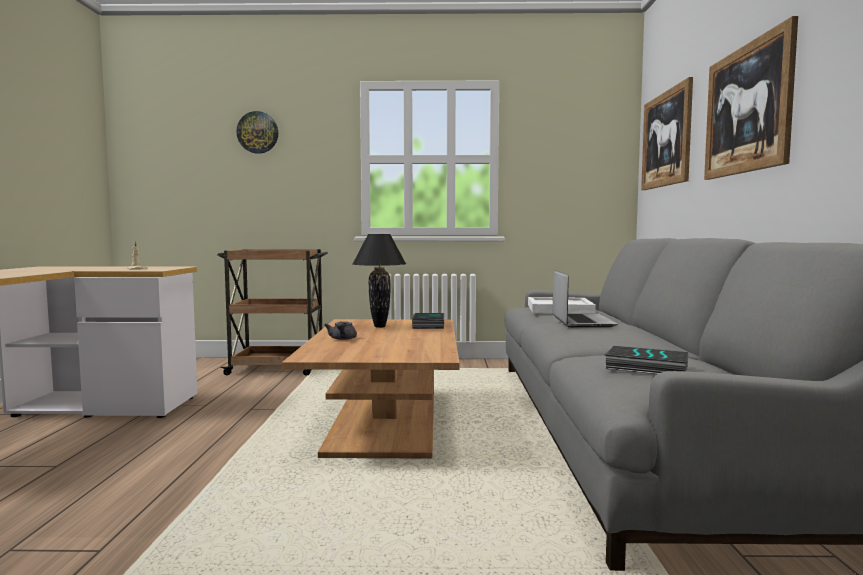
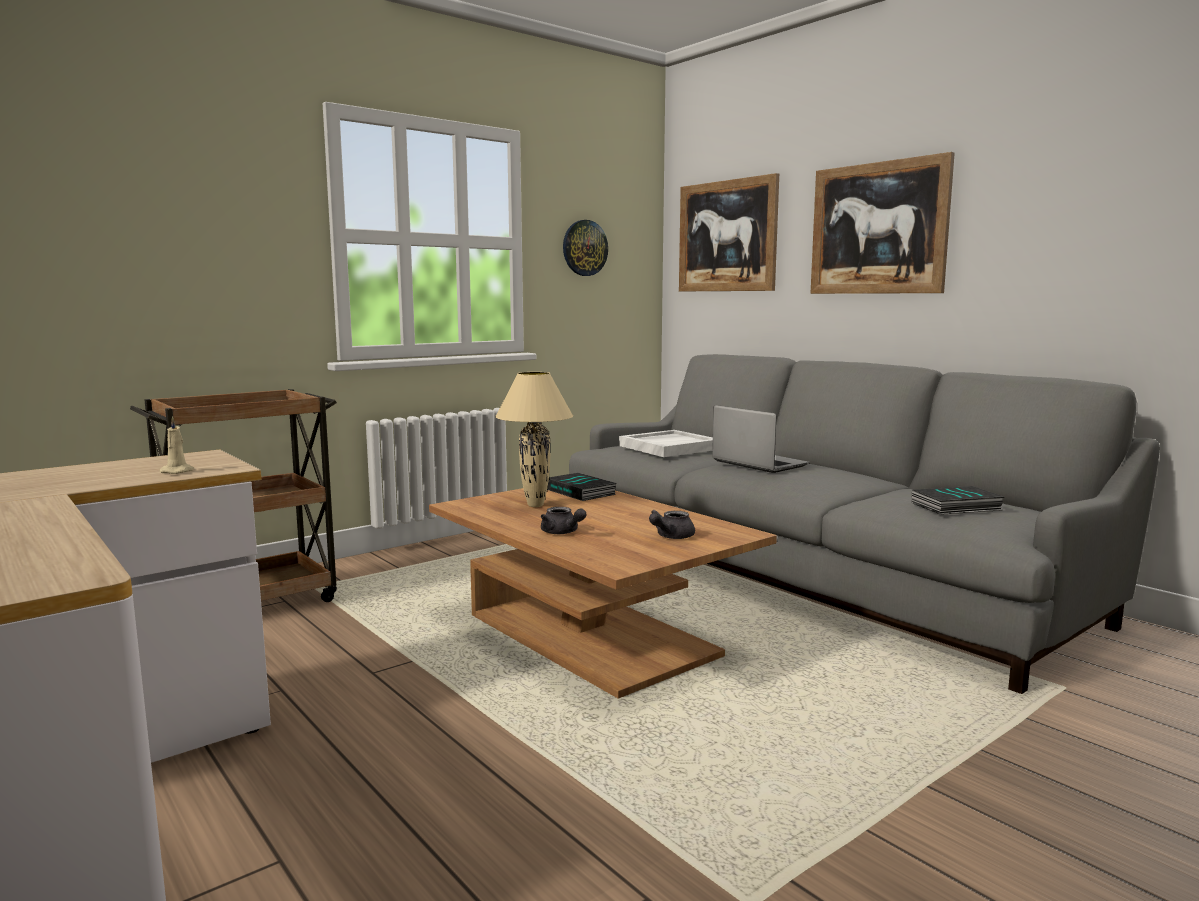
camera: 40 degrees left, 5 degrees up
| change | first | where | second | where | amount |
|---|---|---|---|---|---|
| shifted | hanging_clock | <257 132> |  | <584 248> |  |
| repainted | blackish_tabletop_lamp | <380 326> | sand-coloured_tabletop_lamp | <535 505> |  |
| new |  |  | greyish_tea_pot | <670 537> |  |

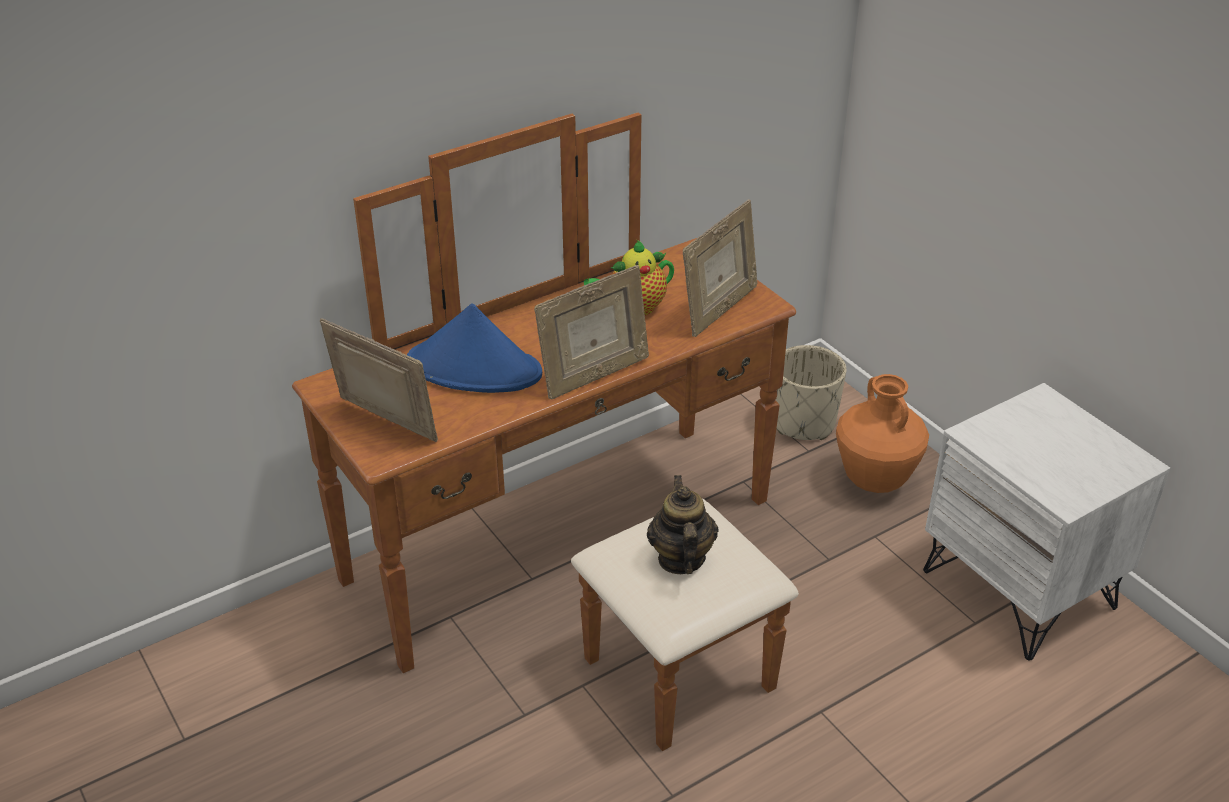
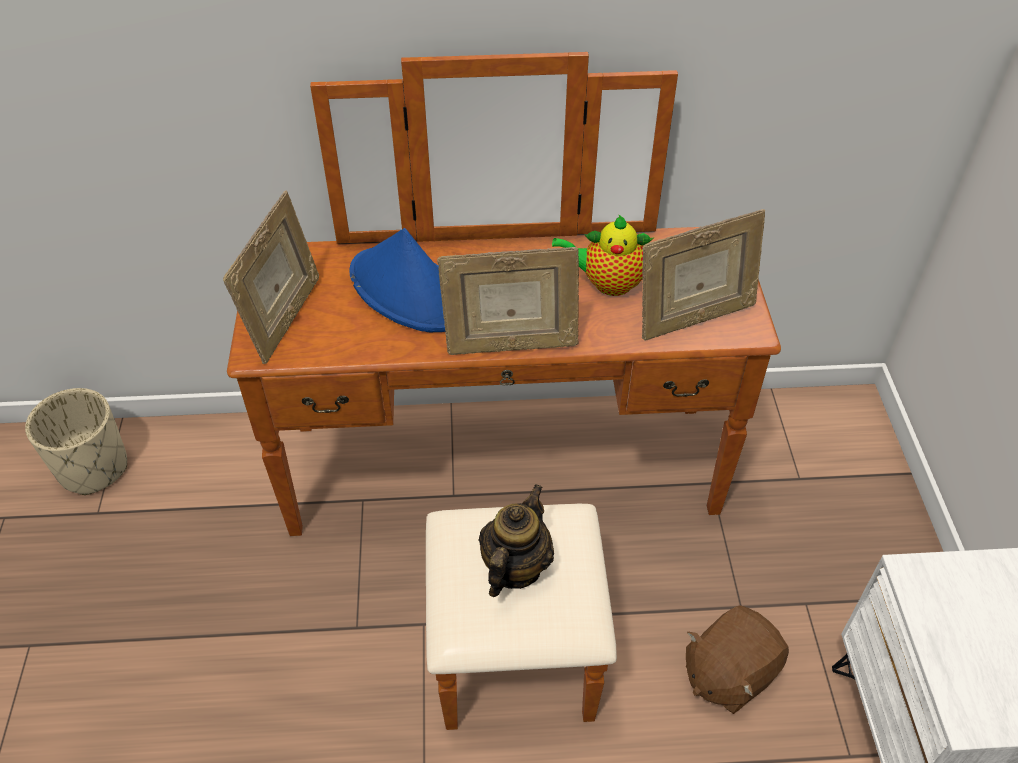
camera: 30 degrees right, 10 degrees up
| change | first | where | second | where | amount |
|---|---|---|---|---|---|
| rotated | standing_frame | <385 425> |  | <285 320> | 45 degrees clockwise |
| shifted | sand-coloured_plant_pot | <804 423> |  | <94 468> |  |
| gone | orange-coloured_decorative_vase | <874 480> |  |  |  |
| new |  |  | brown-coloured_soft_toy | <728 672> |  |

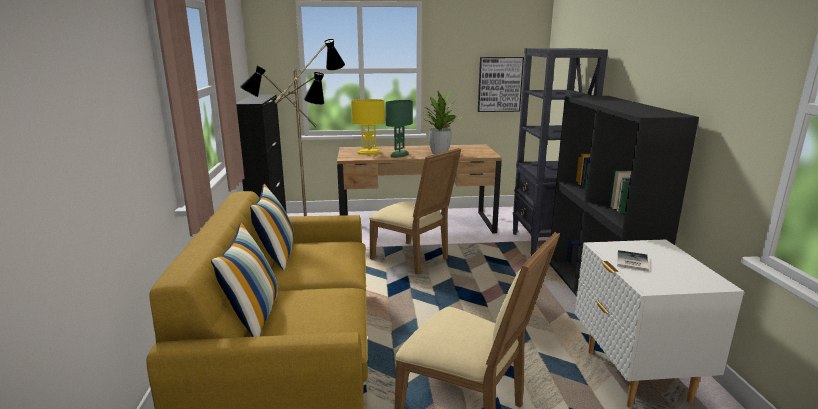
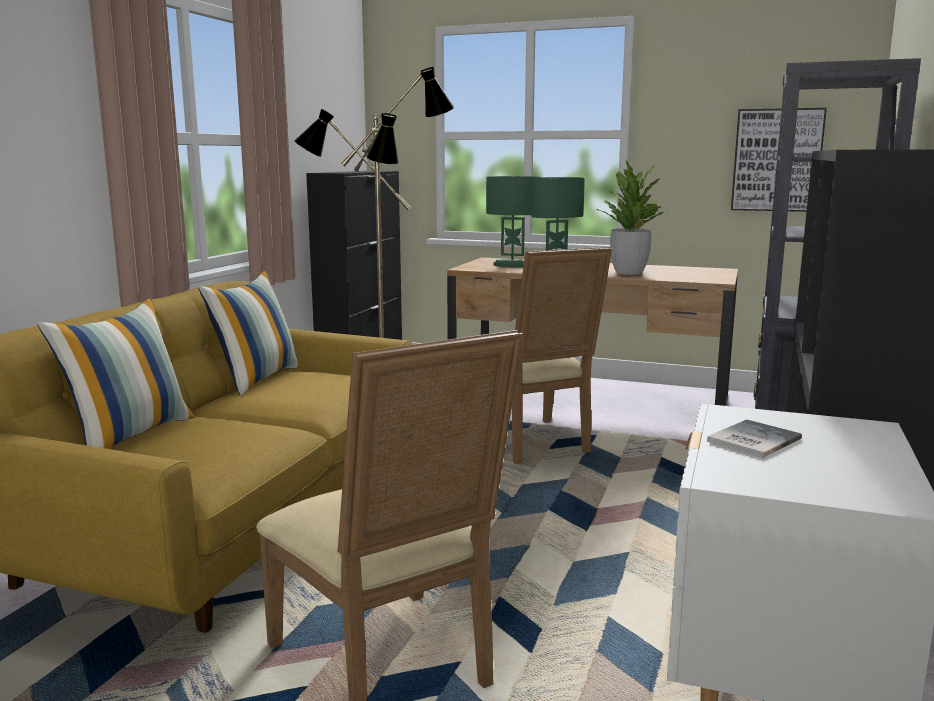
camera: 25 degrees right, 5 degrees down
| change | first | where | second | where | amount |
|---|---|---|---|---|---|
| repainted | yellow-coloured_tabletop_lamp | <369 153> | green_tabletop_lamp | <512 265> |  |

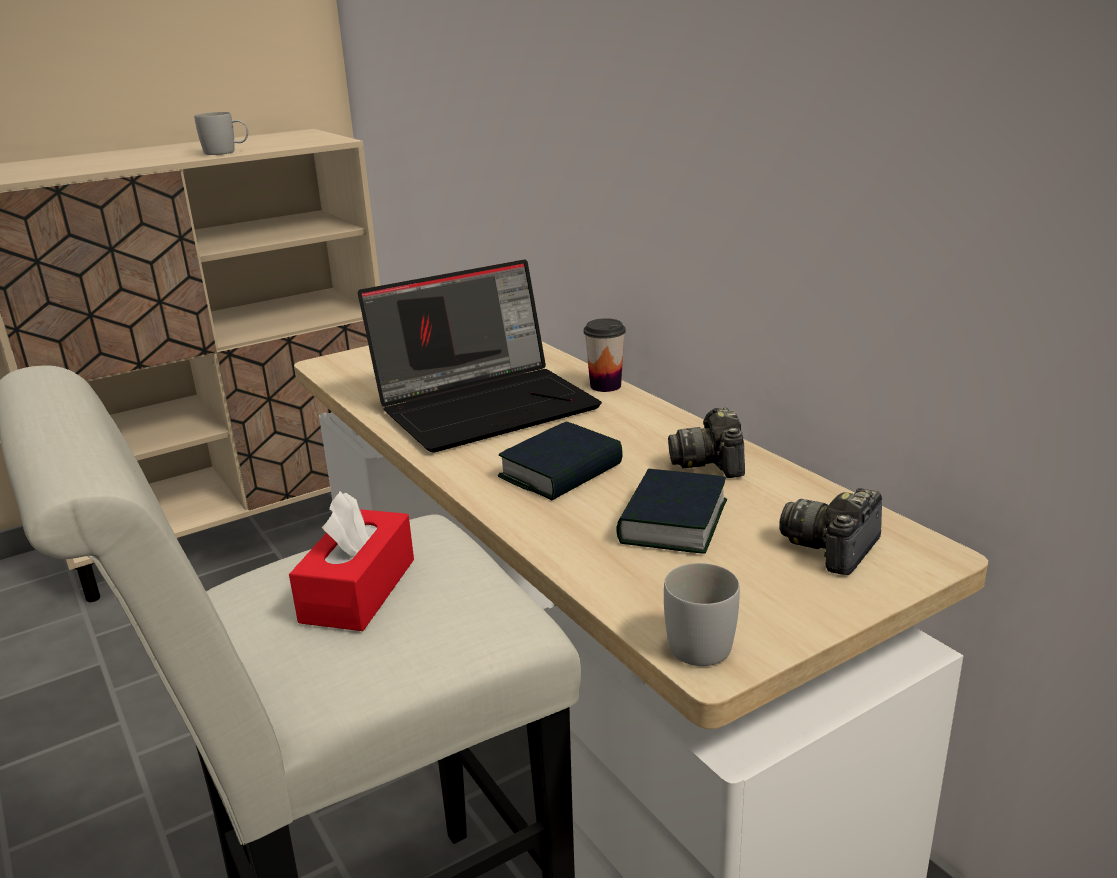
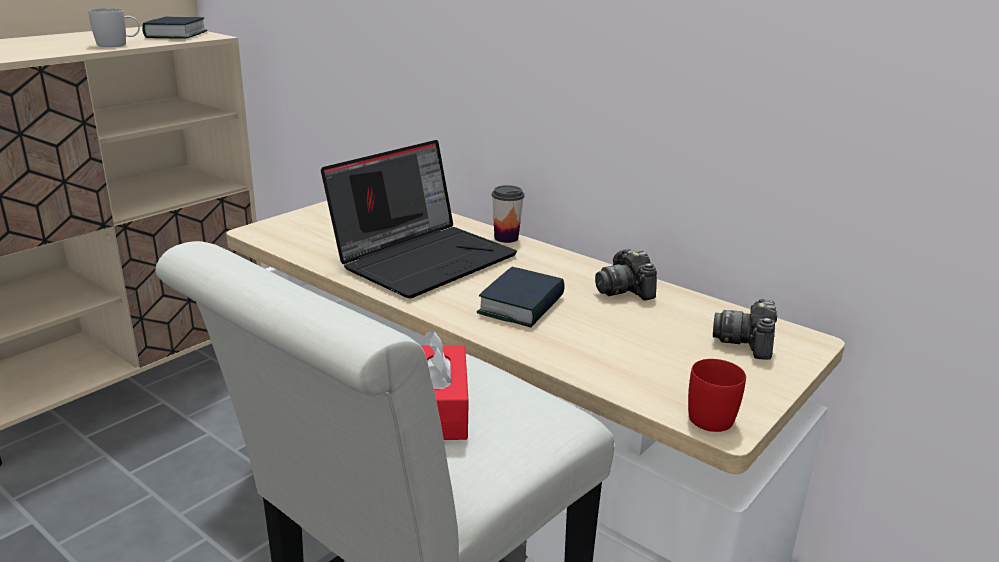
camera: 20 degrees left, 0 degrees up
| change | first | where | second | where | amount |
|---|---|---|---|---|---|
| shifted | book | <672 522> |  | <176 35> |  |
| repainted | whitish_mug | <702 639> | red-coloured_mug | <708 413> |  |

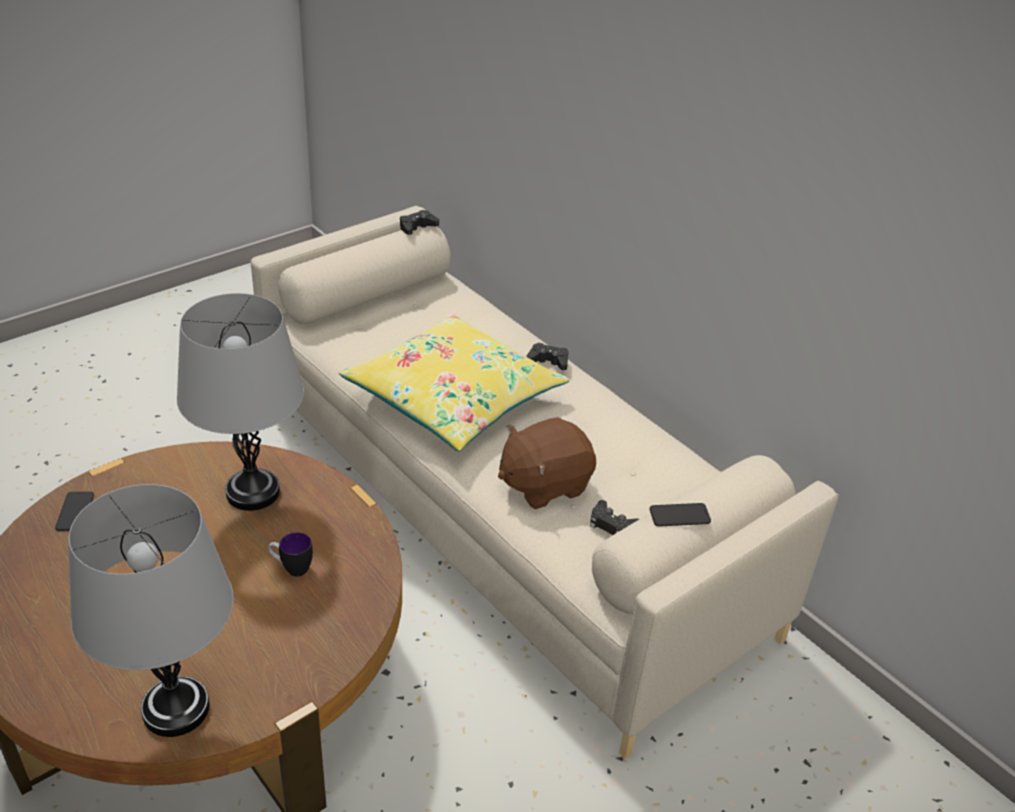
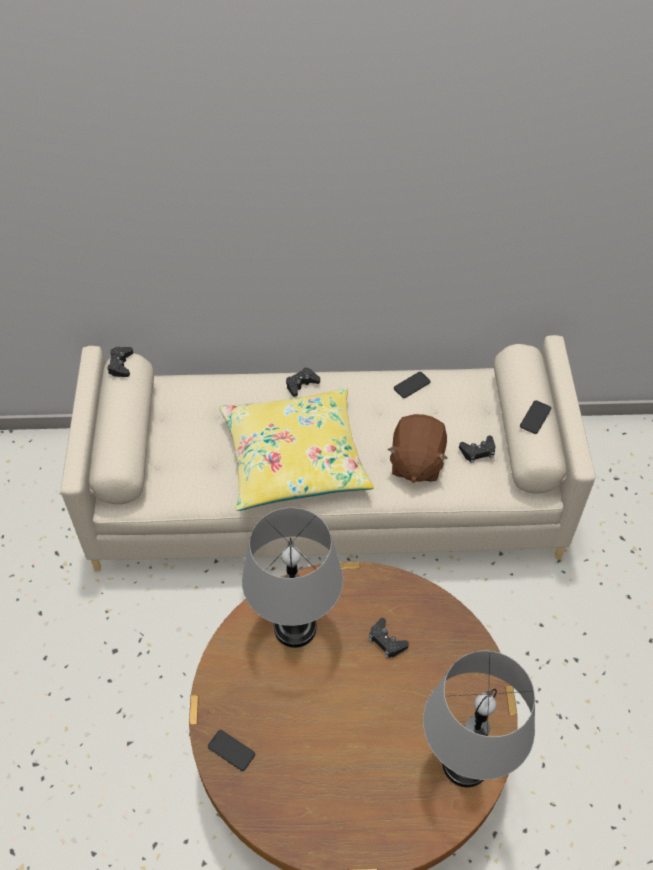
camera: 50 degrees left, 15 degrees up
| change | first | where | second | where | amount |
|---|---|---|---|---|---|
| swapped | mug | <291 568> | blackish_joypad | <386 641> |  |
| new |  |  | telephone | <412 385> |  |

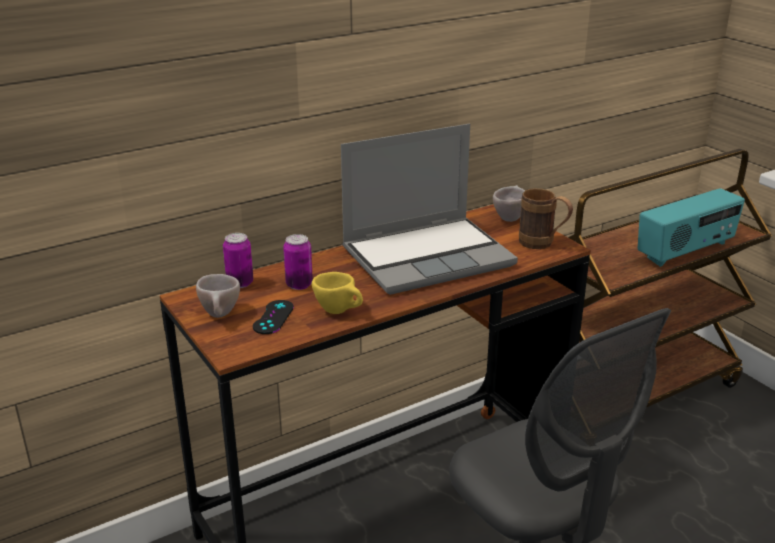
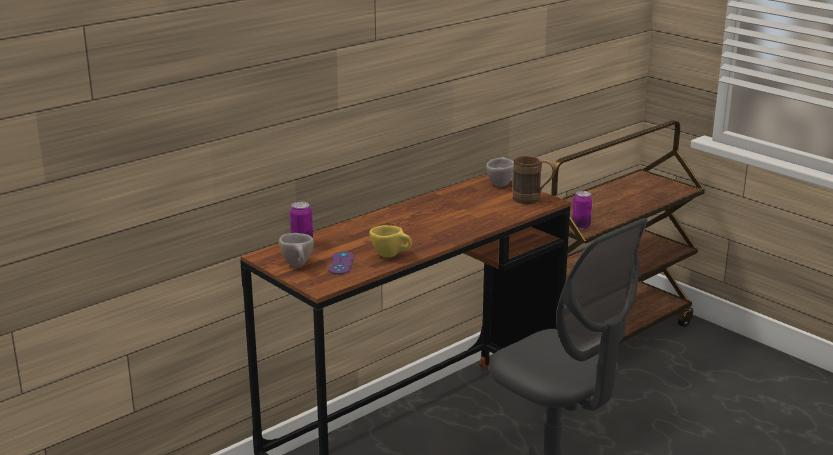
camera: 10 degrees left, 5 degrees down
| change | first | where | second | where | amount |
|---|---|---|---|---|---|
| gone | portable_computer | <428 256> |  |  |  |
| gone | radio | <686 251> |  |  |  |
| shifted | metal_can | <299 285> |  | <581 226> |  |
| repainted | blackish_joypad | <273 317> | purple-coloured_joypad | <341 263> |  |

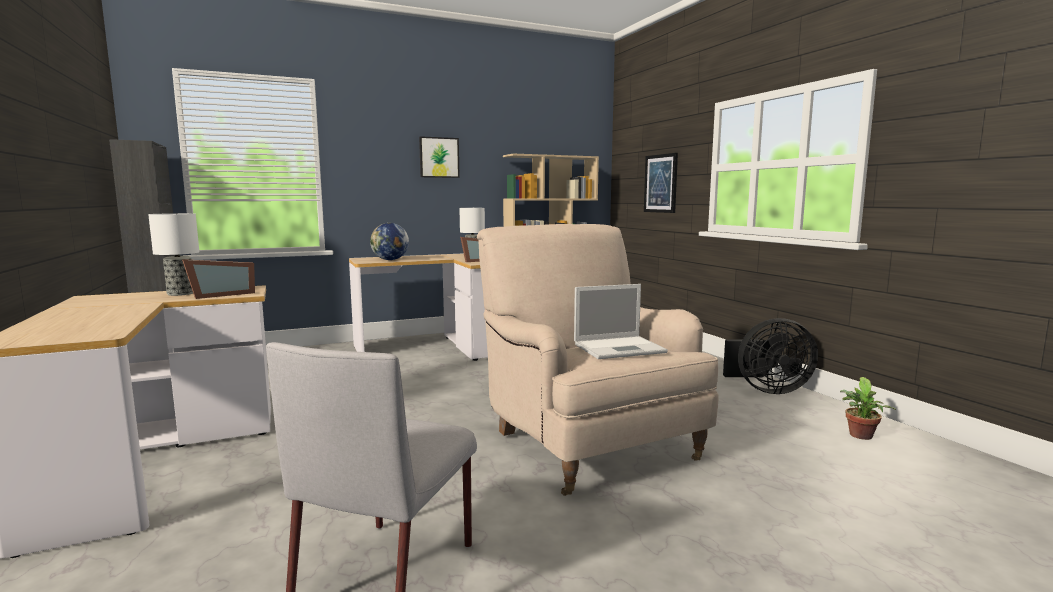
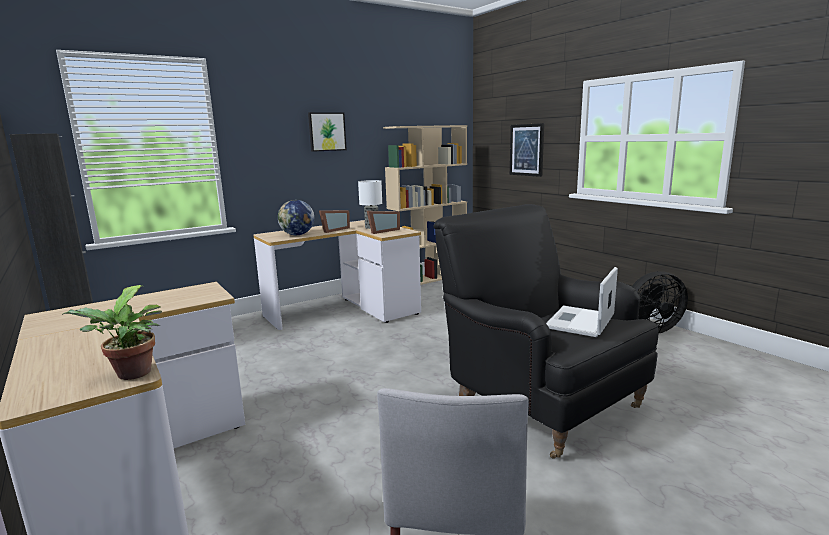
camera: 10 degrees left, 5 degrees up
| change | first | where | second | where | amount |
|---|---|---|---|---|---|
| gone | tabletop_lamp | <181 293> |  |  |  |
| repainted | sand-coloured_armchair | <589 444> | blackish_armchair | <540 402> |  |
| shifted | standing_frame | <221 295> |  | <333 230> |  |
| rotated | portable_computer | <620 348> |  | <580 322> | 150 degrees clockwise |
| shifted | houseplant | <860 436> |  | <130 375> |  |

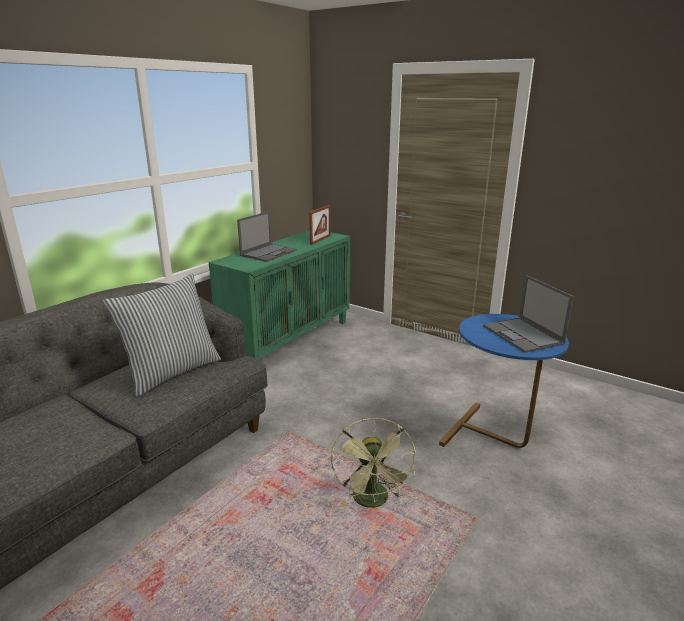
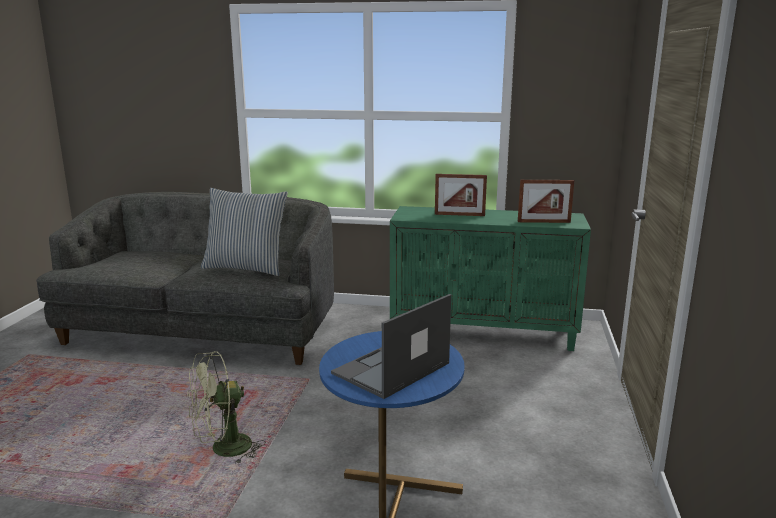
camera: 65 degrees right, 5 degrees down
| change | first | where | second | where | amount |
|---|---|---|---|---|---|
| swapped | portable_computer | <269 253> | standing_frame | <459 215> |  |

